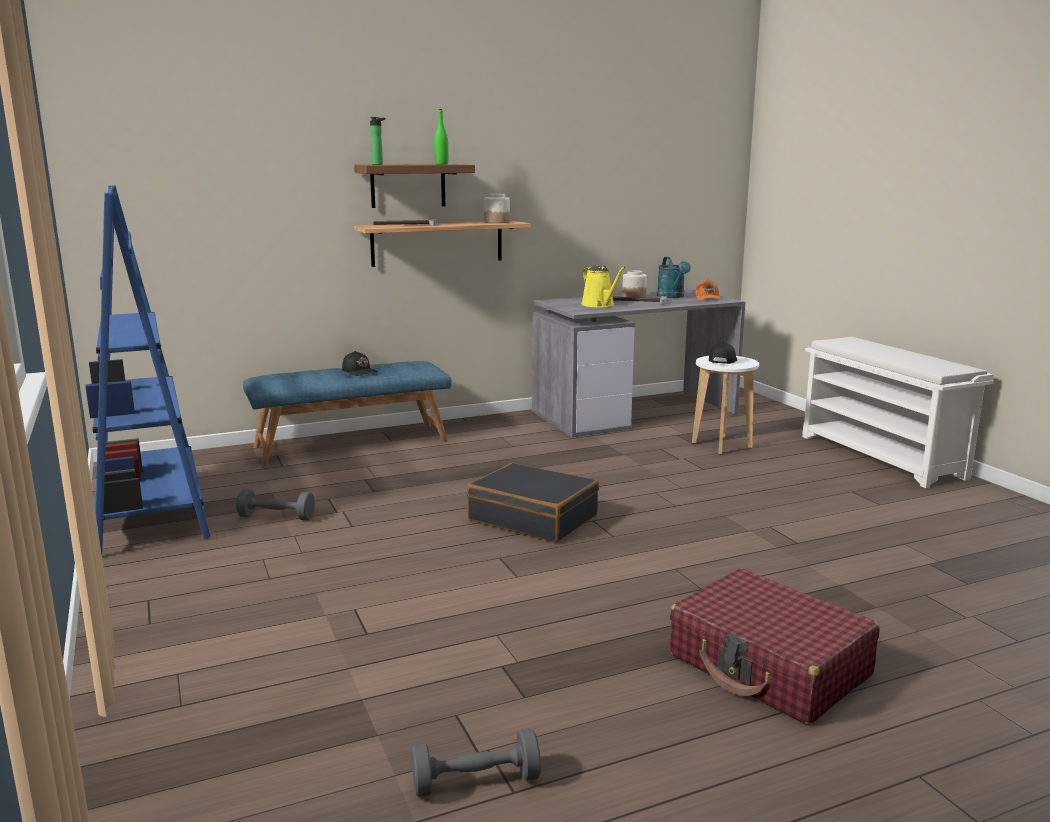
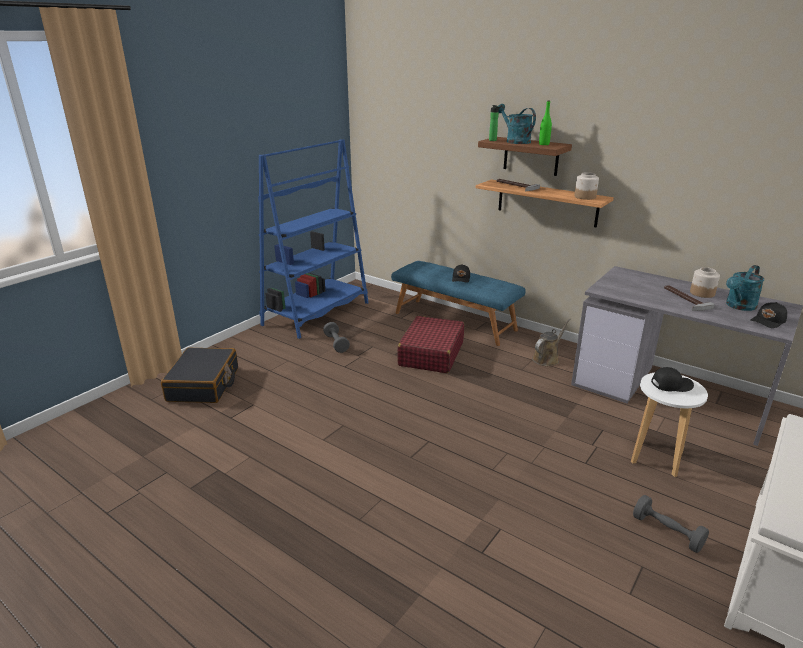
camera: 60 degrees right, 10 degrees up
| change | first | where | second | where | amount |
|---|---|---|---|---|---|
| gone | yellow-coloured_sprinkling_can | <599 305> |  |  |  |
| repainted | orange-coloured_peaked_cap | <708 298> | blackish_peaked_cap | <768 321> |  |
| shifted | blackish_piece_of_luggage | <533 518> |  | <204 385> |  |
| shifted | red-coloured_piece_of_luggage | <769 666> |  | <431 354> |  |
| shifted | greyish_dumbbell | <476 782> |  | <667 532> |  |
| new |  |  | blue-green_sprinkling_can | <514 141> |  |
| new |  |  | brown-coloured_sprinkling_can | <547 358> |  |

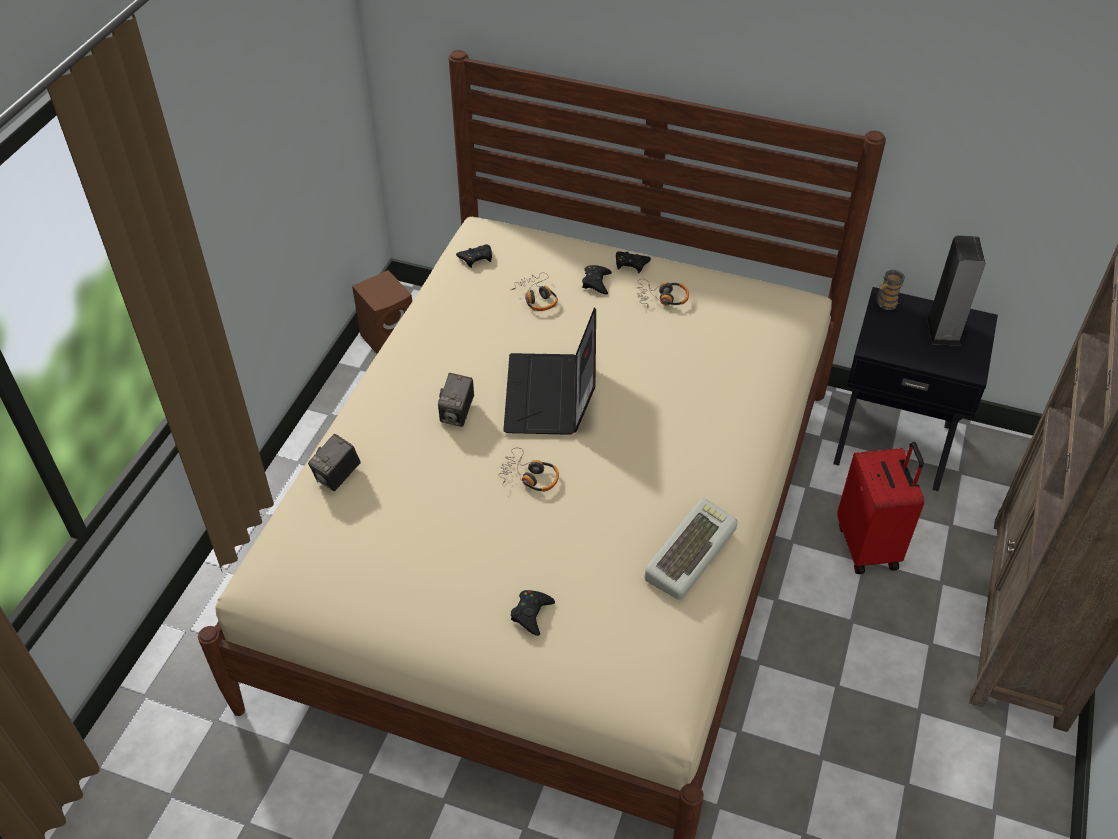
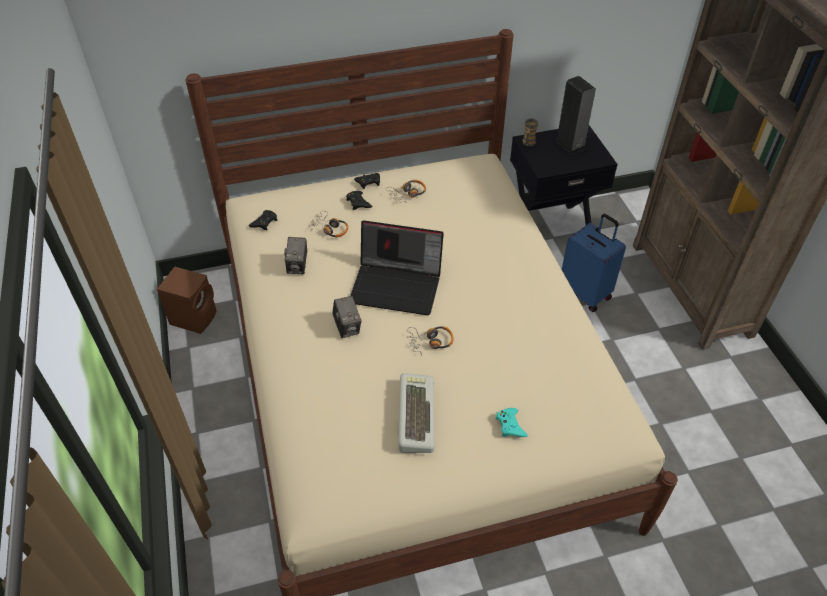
camera: 35 degrees left, 0 degrees up
| change | first | where | second | where | amount |
|---|---|---|---|---|---|
| rotated | portable_computer | <551 397> |  | <397 286> | 45 degrees counterclockwise |
| shifted | photo_camera | <337 476> |  | <298 266> |  |
| repainted | red-coloured_piece_of_luggage | <869 546> | blue-coloured_piece_of_luggage | <586 293> |  |
| shifted | PC_keyboard | <689 552> |  | <414 416> |  |
| repainted | blackish_joypad | <531 614> | blue-green_joypad | <510 425> |  |

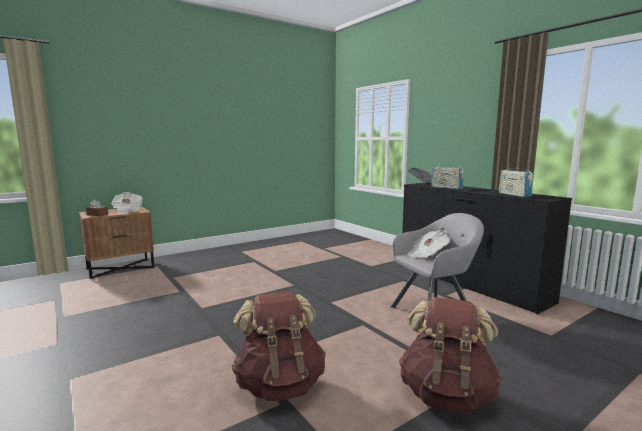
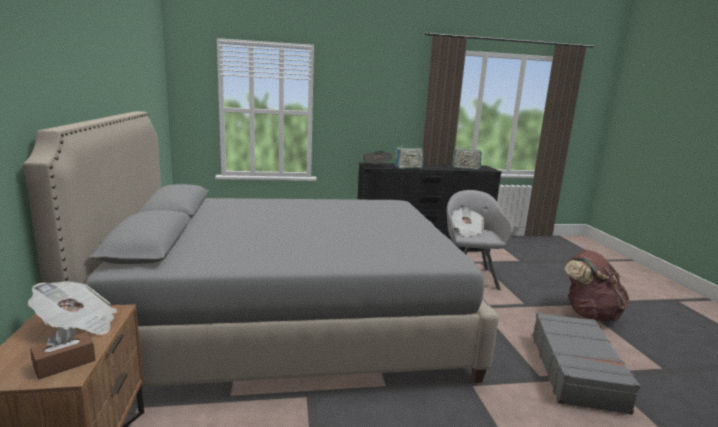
camera: 65 degrees left, 5 degrees up
| change | first | where | second | where | amount |
|---|---|---|---|---|---|
| swapped | brown-coloured_knapsack | <280 385> | greyish_piece_of_luggage | <576 371> |  |
| new |  |  | greyish_bedroom_bed | <289 321> |  |

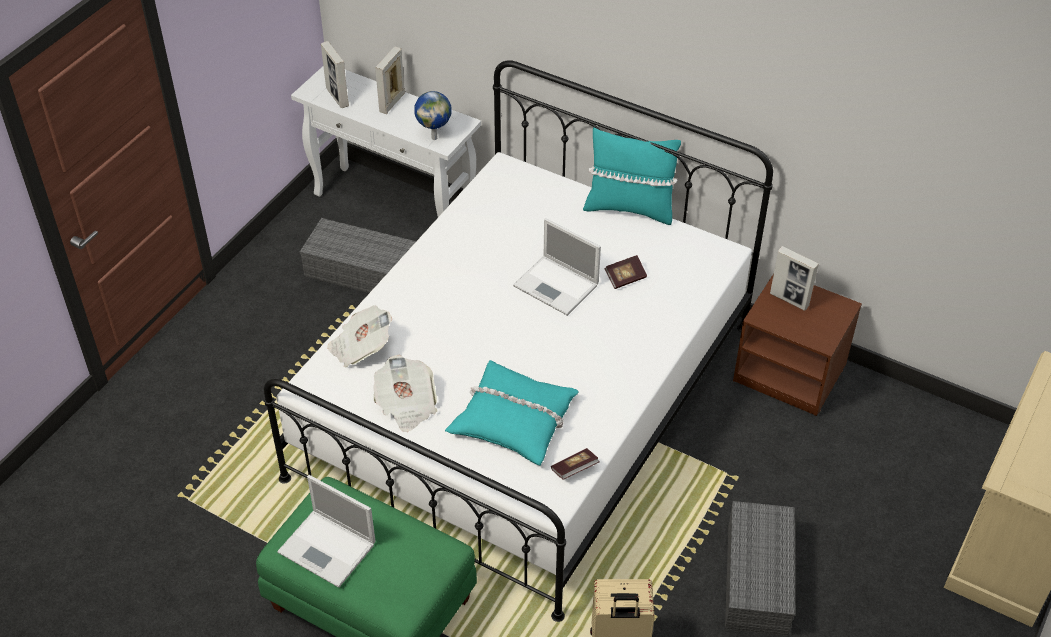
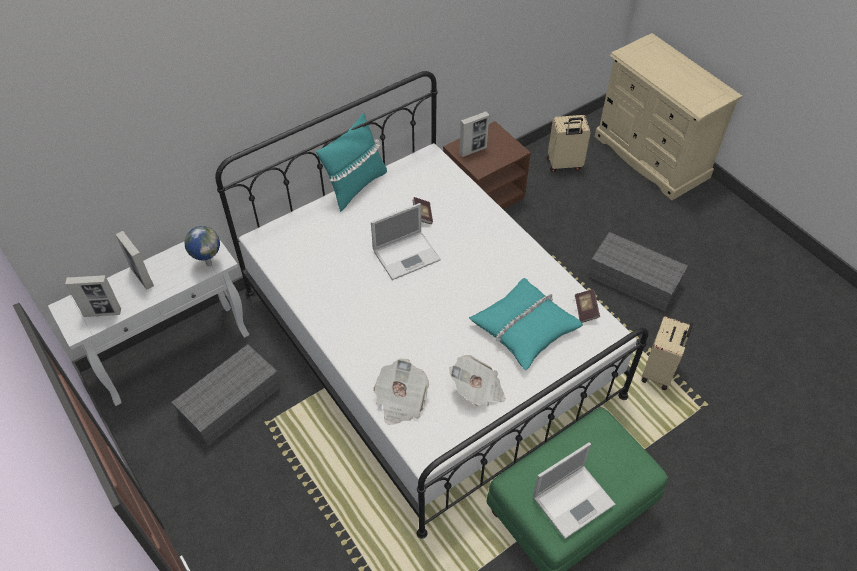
camera: 65 degrees left, 5 degrees up
| change | first | where | second | where | amount |
|---|---|---|---|---|---|
| new |  |  | sand-coloured_piece_of_luggage | <564 164> |  |

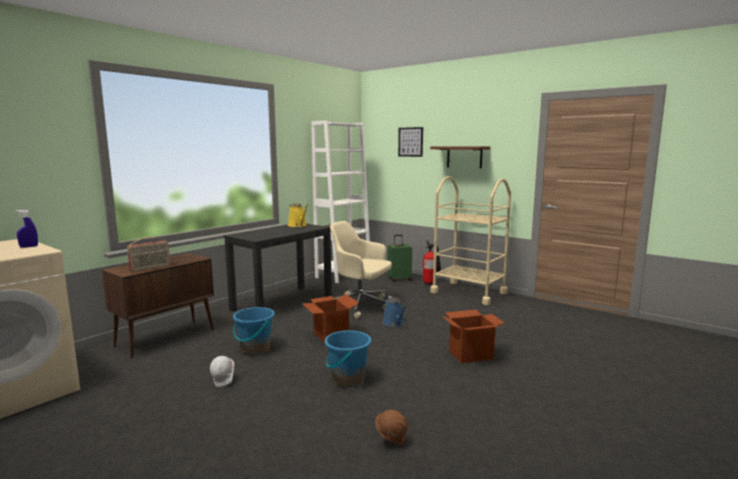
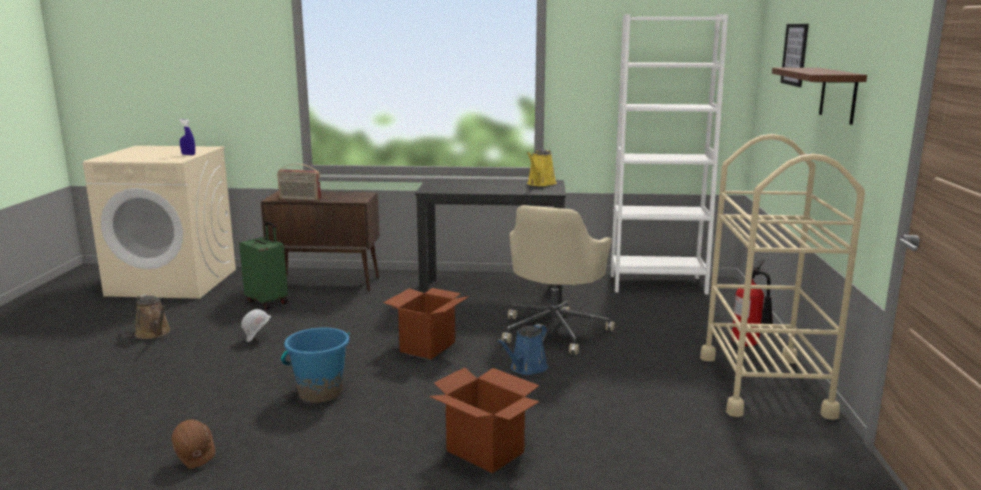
camera: 55 degrees right, 5 degrees up
| change | first | where | second | where | amount |
|---|---|---|---|---|---|
| rotated | sand-coloured_desk_chair | <360 305> |  | <555 330> | 150 degrees counterclockwise |
| shifted | green_piece_of_luggage | <399 279> |  | <268 302> |  |
| gone | blue-coloured_water_bucket | <255 349> |  |  |  |
| new |  |  | brown-coloured_sprinkling_can | <154 333> |  |

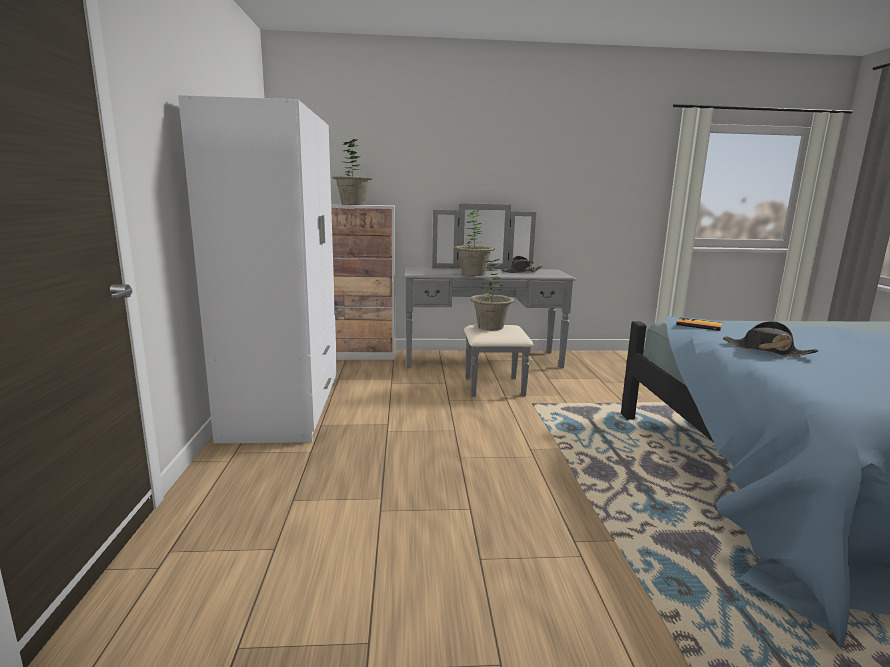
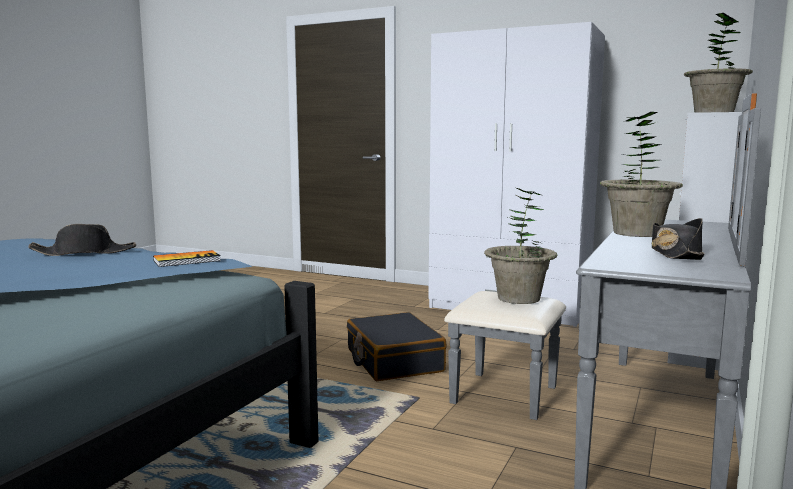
camera: 120 degrees right, 5 degrees down
| change | first | where | second | where | amount |
|---|---|---|---|---|---|
| new |  |  | blackish_piece_of_luggage | <393 360> |  |

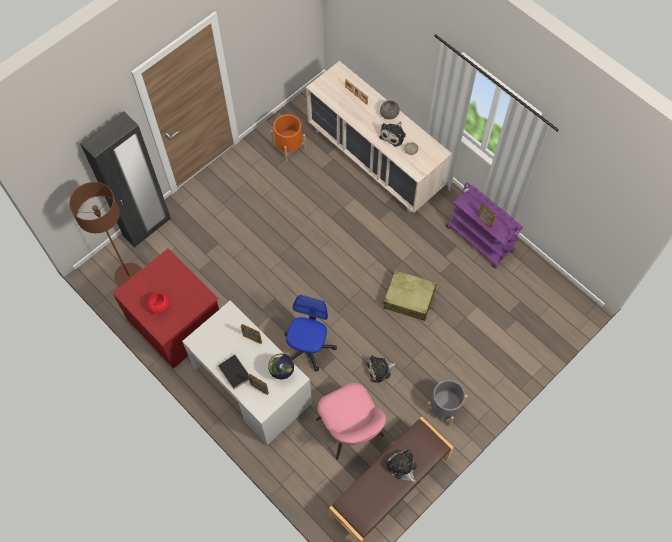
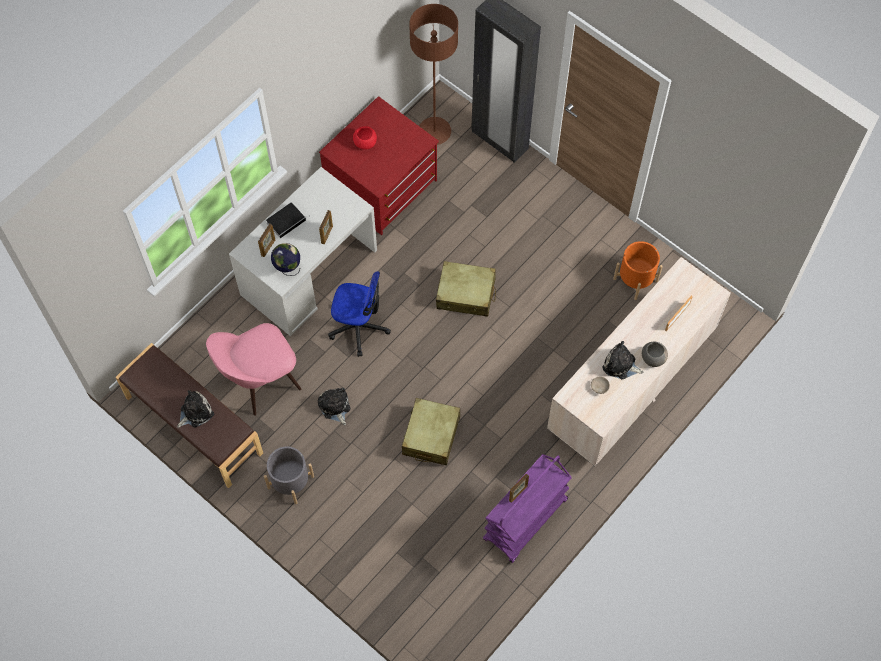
camera: 85 degrees right, 0 degrees up
| change | first | where | second | where | amount |
|---|---|---|---|---|---|
| new |  |  | sand-coloured_piece_of_luggage | <466 294> |  |

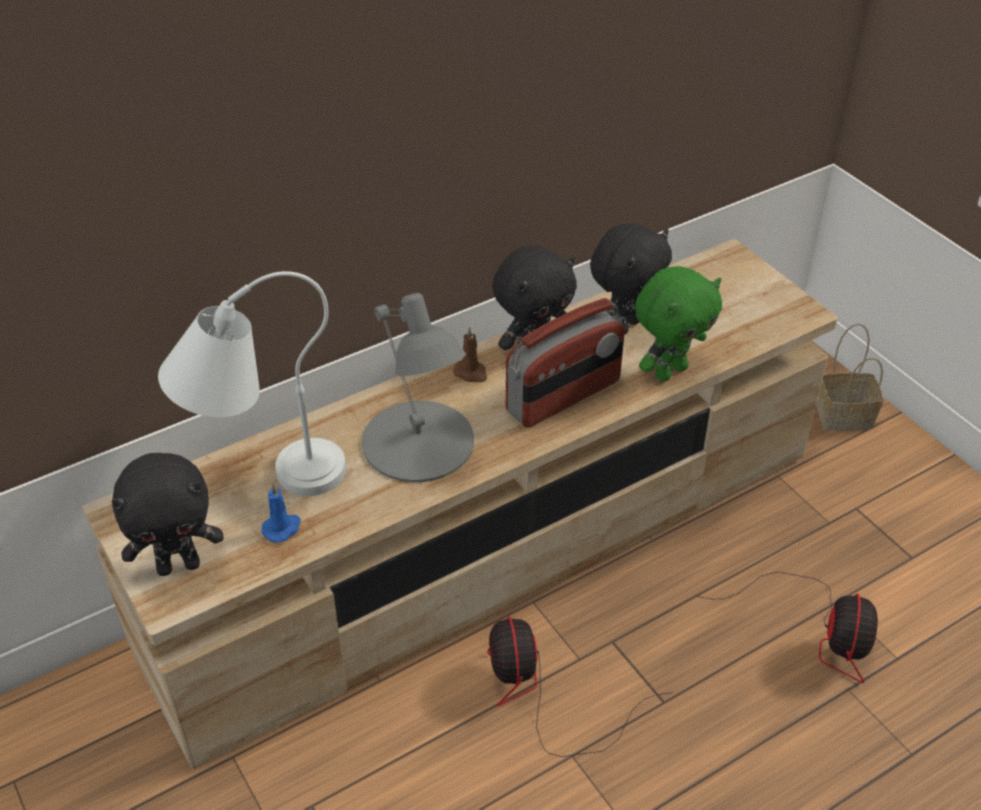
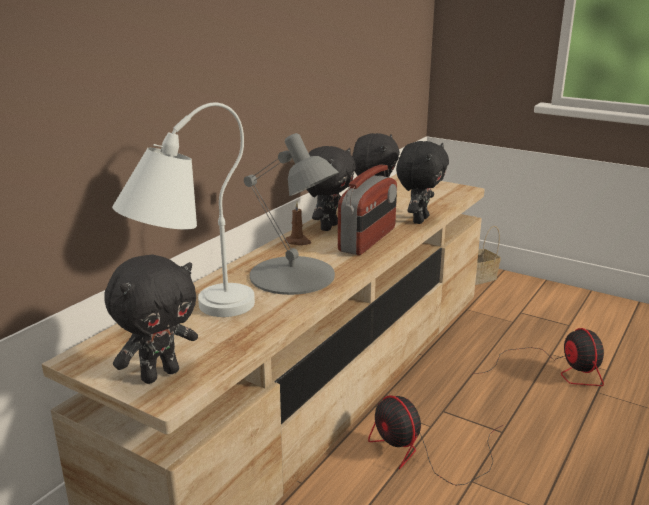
camera: 25 degrees left, 20 degrees down
| change | first | where | second | where | amount |
|---|---|---|---|---|---|
| repainted | green_soft_toy | <669 371> | blackish_soft_toy | <419 220> |  |
| gone | blue-coloured_wax_light | <282 528> |  |  |  |

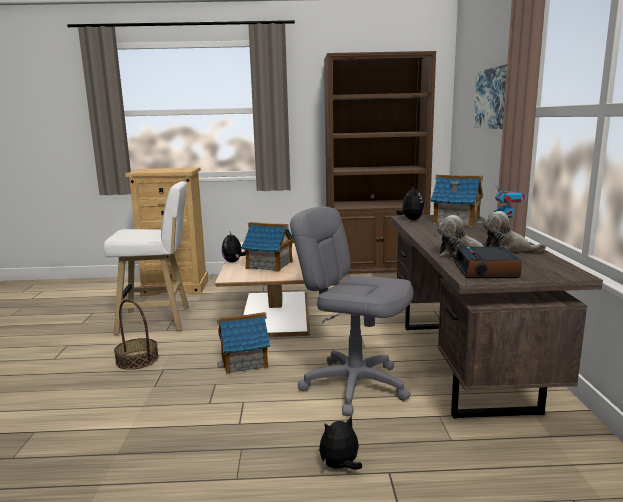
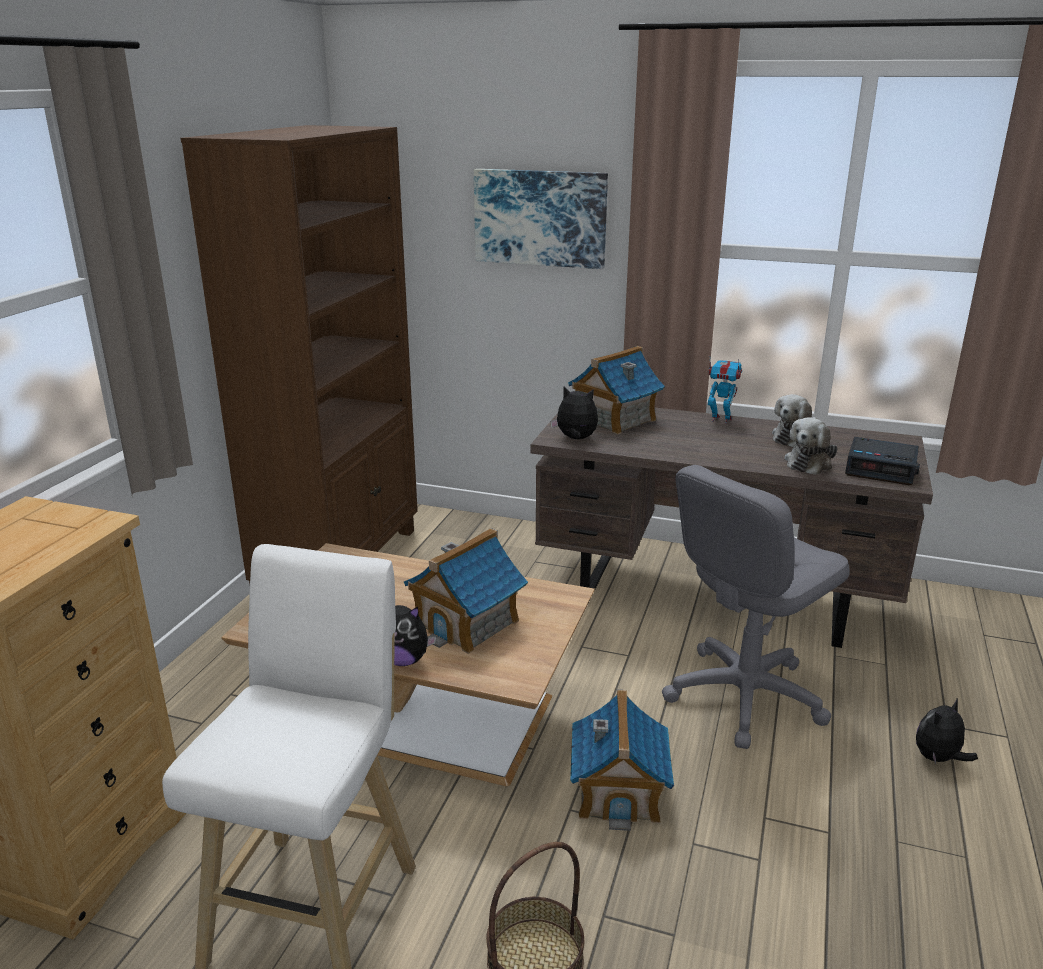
camera: 70 degrees left, 10 degrees up
| change | first | where | second | where | amount |
|---|---|---|---|---|---|
| rotated | soft_toy | <340 467> |  | <938 758> | 60 degrees clockwise |

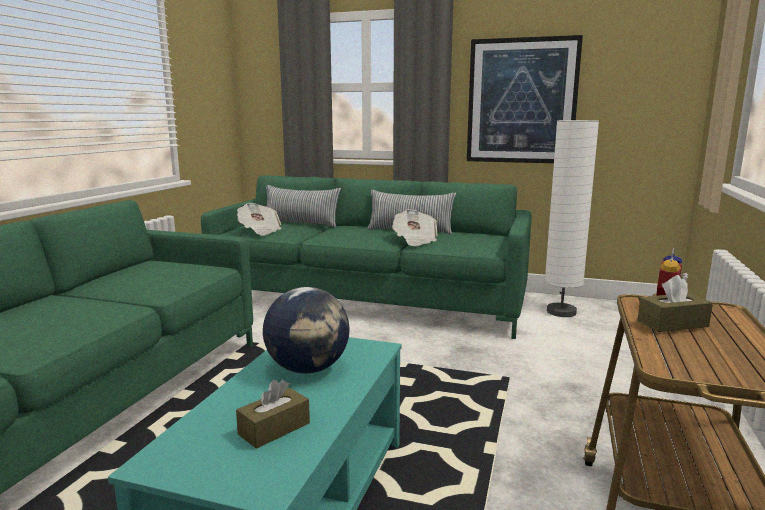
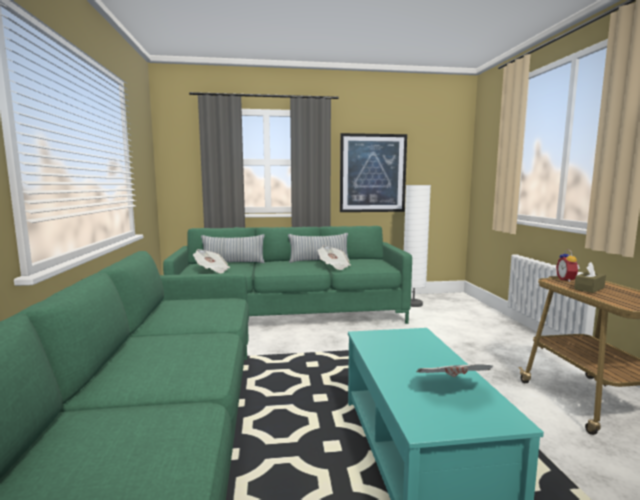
camera: 25 degrees left, 5 degrees down
| change | first | where | second | where | amount |
|---|---|---|---|---|---|
| gone | globe | <308 369> |  |  |  |
| swapped | brown-coloured_tissue_box | <274 429> | newspaper | <451 388> |  |

